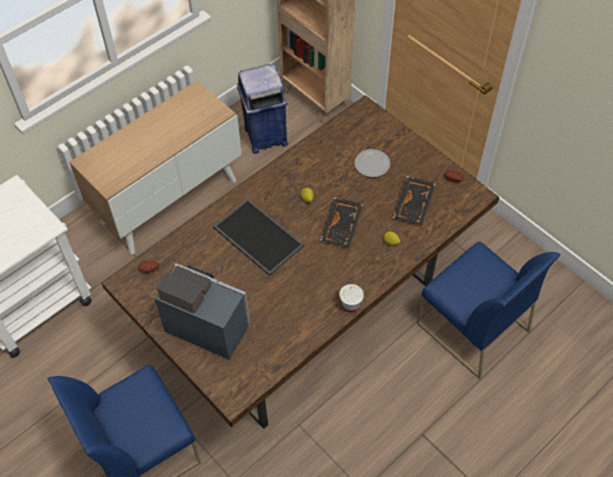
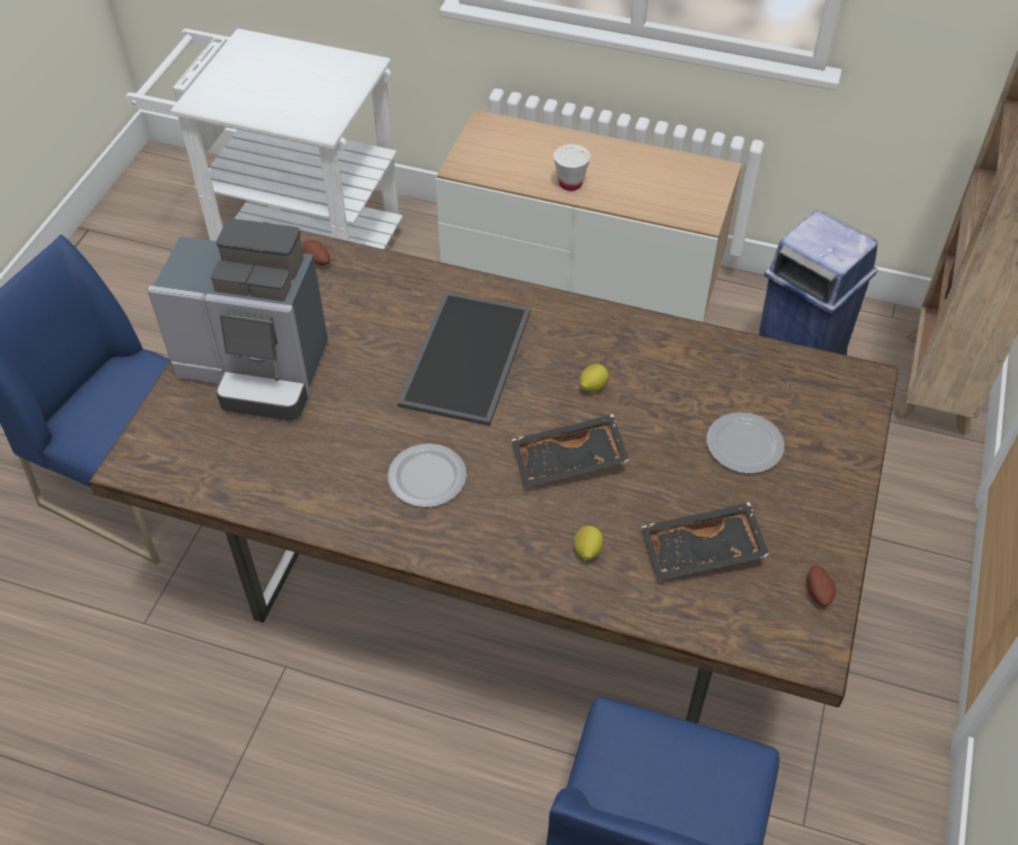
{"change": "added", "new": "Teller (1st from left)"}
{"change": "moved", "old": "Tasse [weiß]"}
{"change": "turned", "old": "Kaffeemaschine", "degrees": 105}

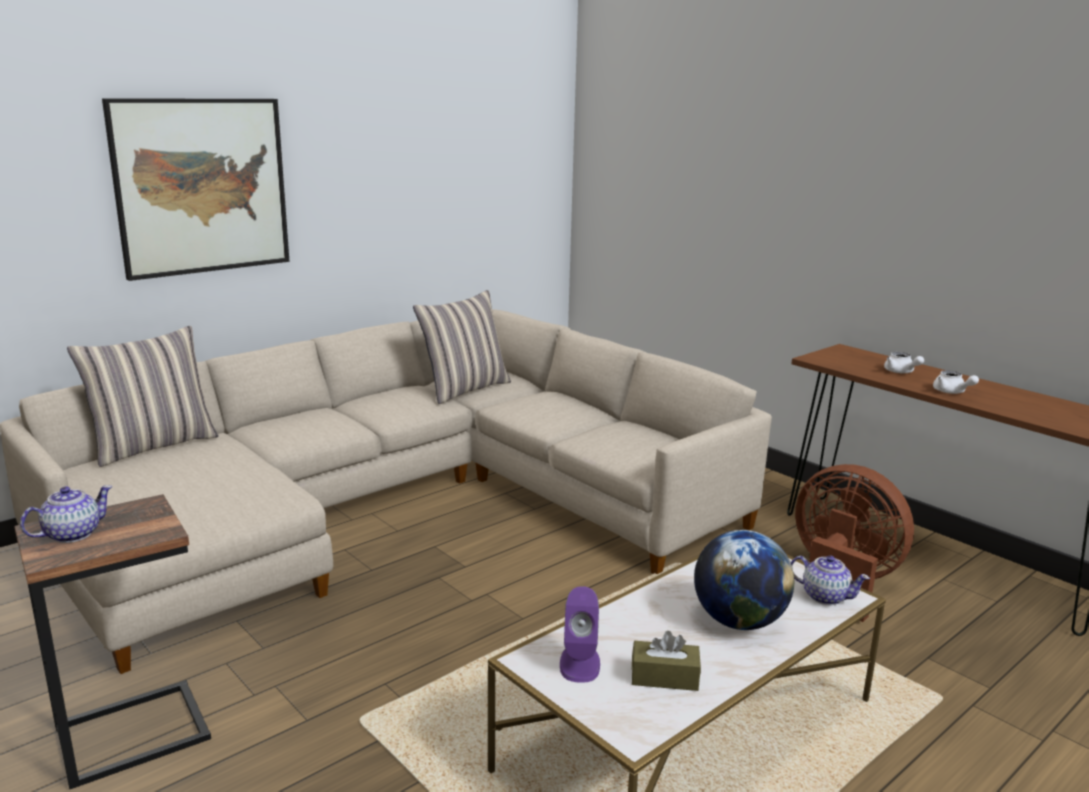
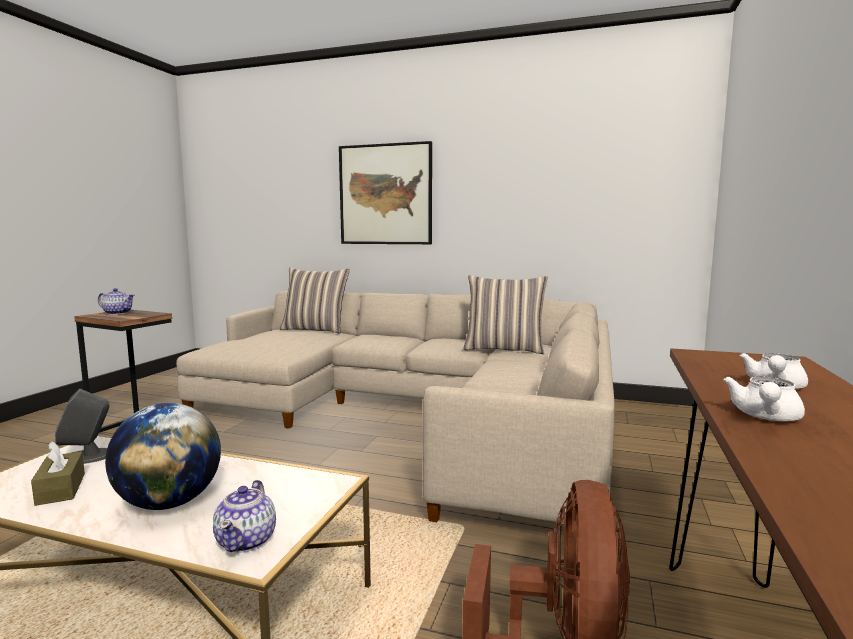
{"change": "recoloured", "old": "Lautsprecher [lila]", "new": "Lautsprecher [grau]"}

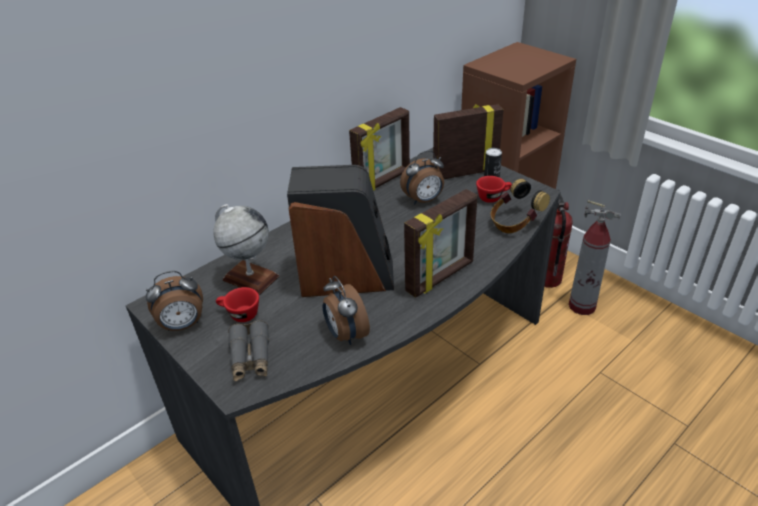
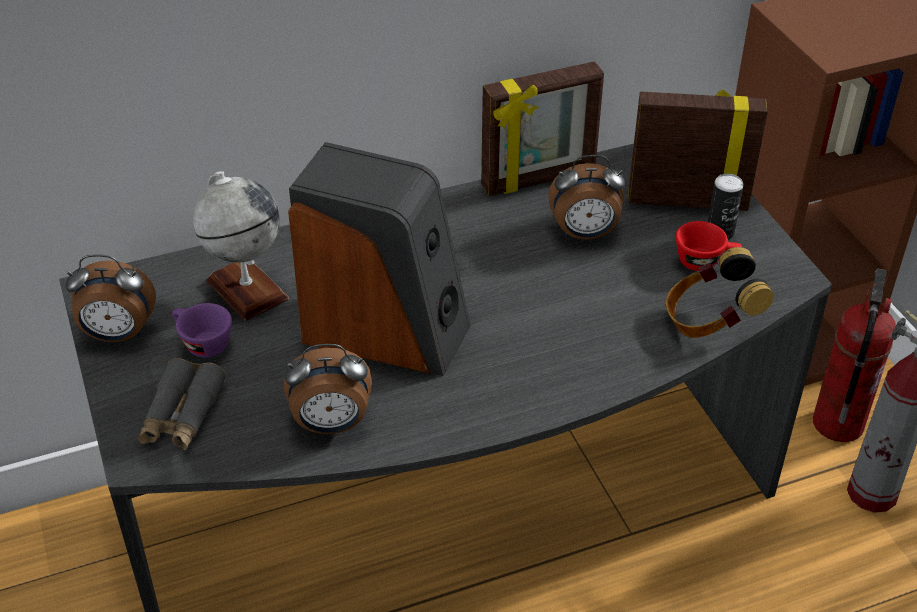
{"change": "removed", "old": "Bilderrahmen (2nd from left)"}
{"change": "recoloured", "old": "Tasse [rot] (1st from left)", "new": "Tasse [lila]"}
{"change": "turned", "old": "Wecker (2nd from left)", "degrees": -90}

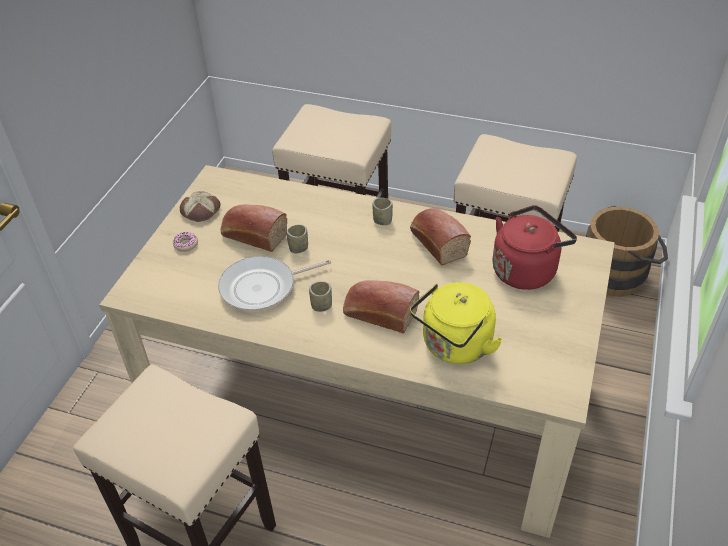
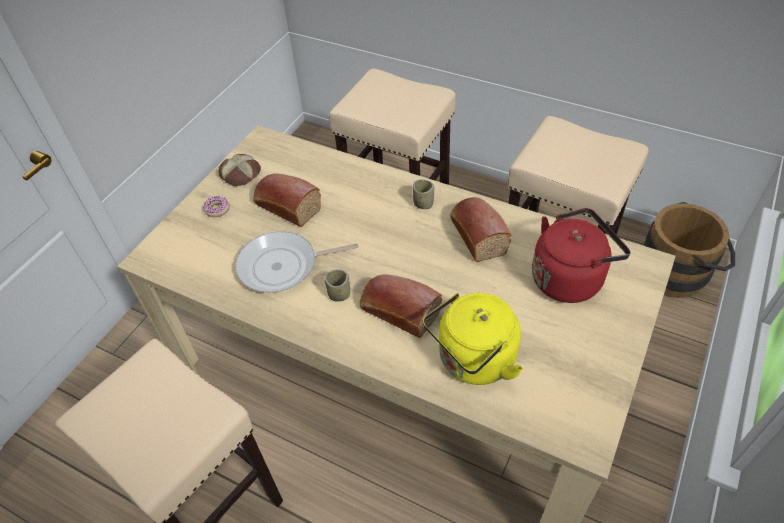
{"change": "removed", "old": "Tasse (1st from left)"}

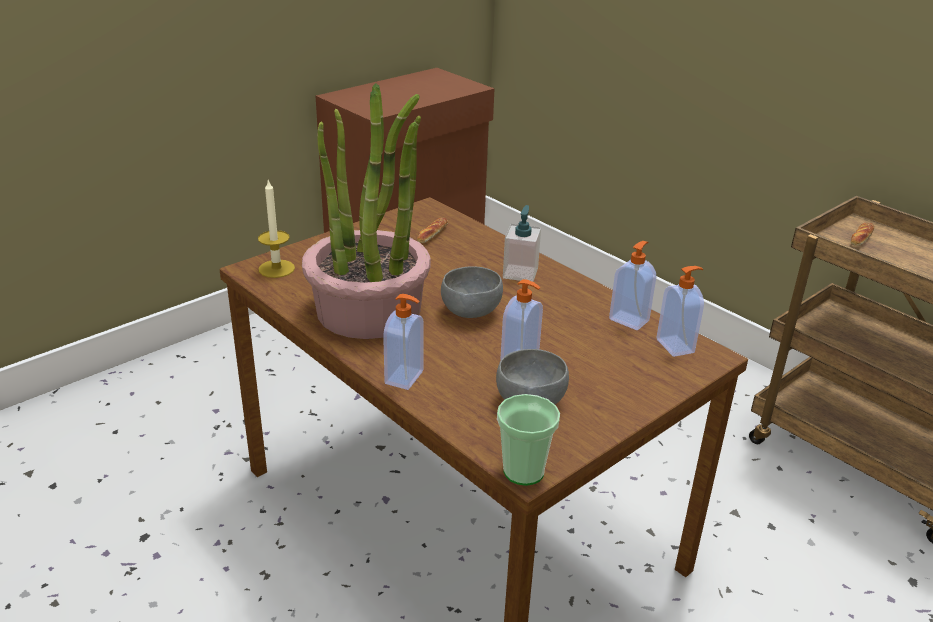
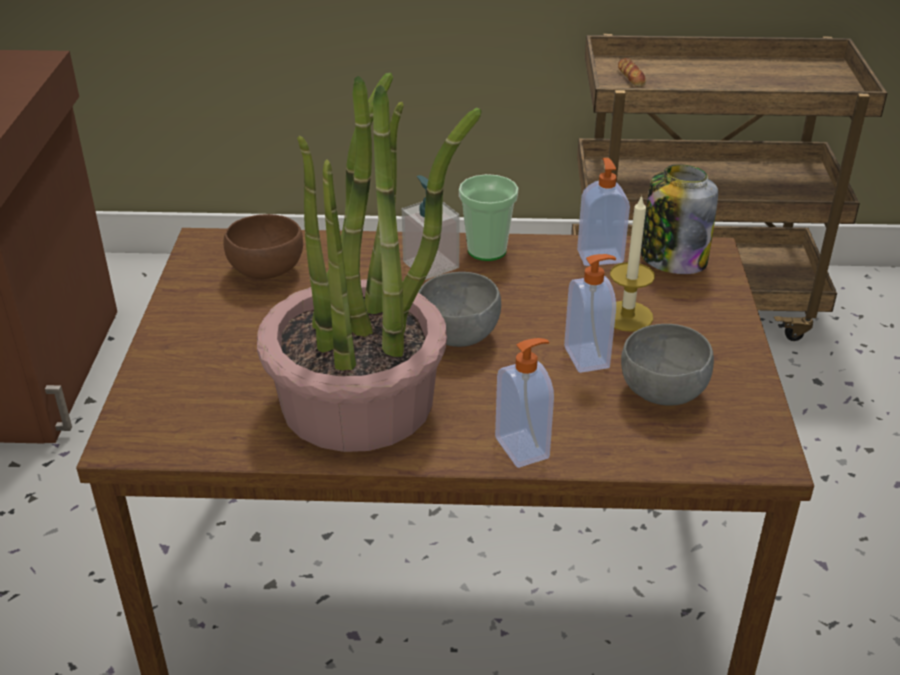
{"change": "moved", "old": "Kerze"}
{"change": "moved", "old": "Tasse"}
{"change": "replaced", "old": "Brot (1st from left)", "new": "Schüssel [braun]"}
{"change": "replaced", "old": "Seifenspender (5th from left)", "new": "Vorratsglas"}

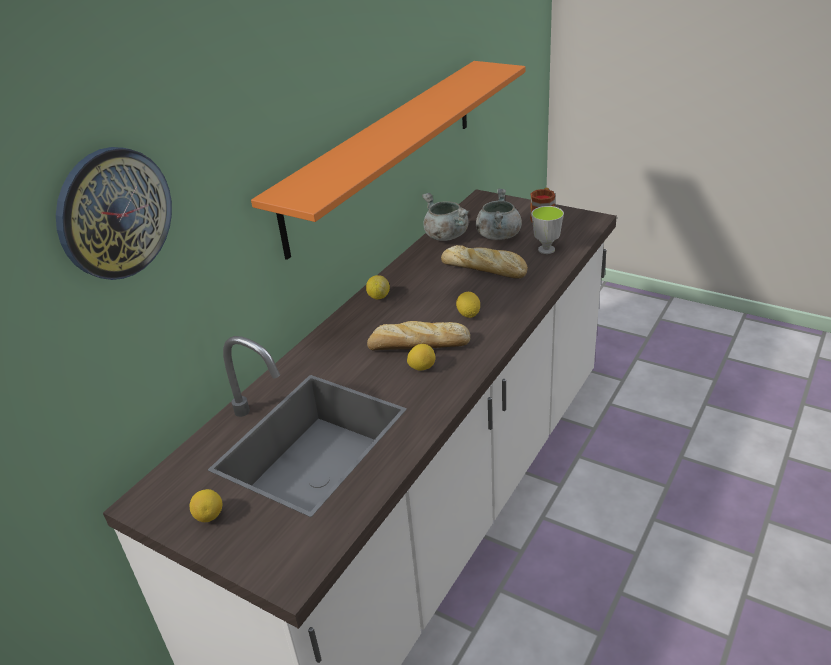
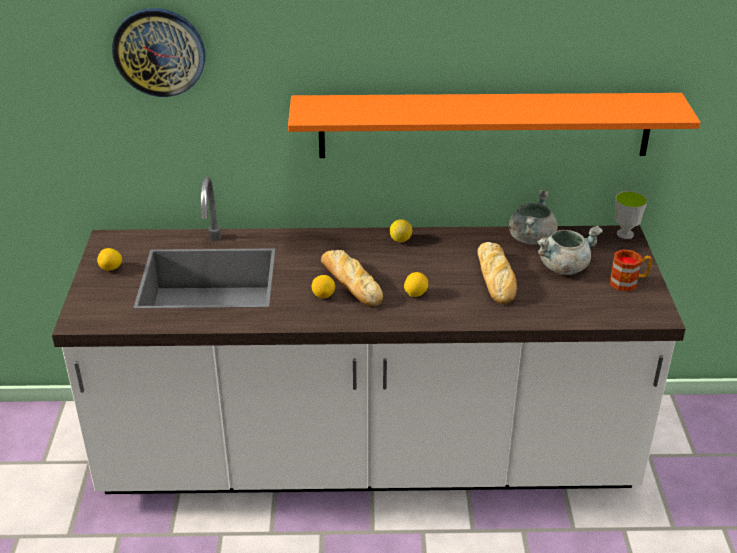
{"change": "moved", "old": "Tasse"}

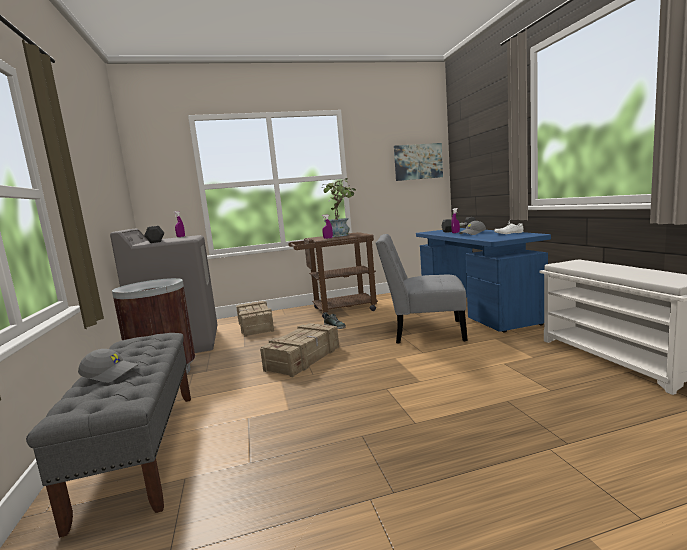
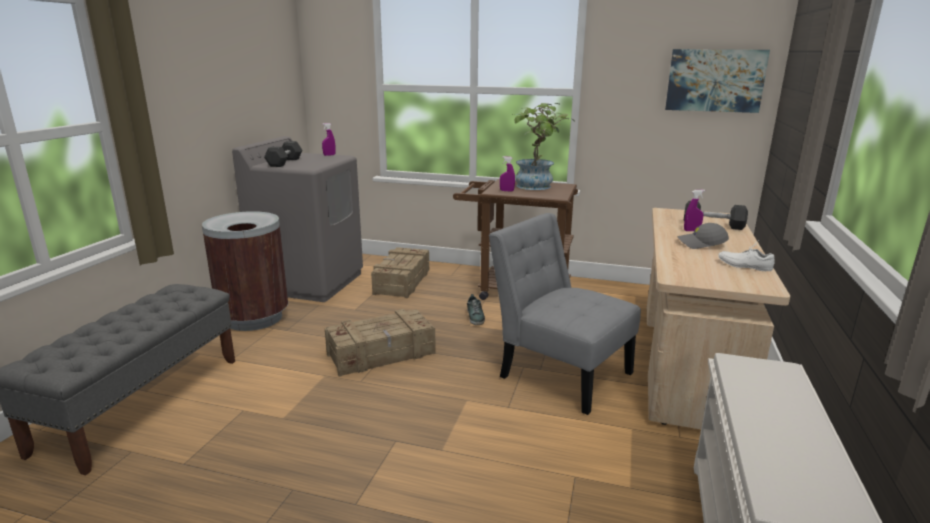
{"change": "removed", "old": "Kappe [grau] (1st from left)"}
{"change": "recoloured", "old": "Schreibtisch [blau]", "new": "Schreibtisch [beige]"}

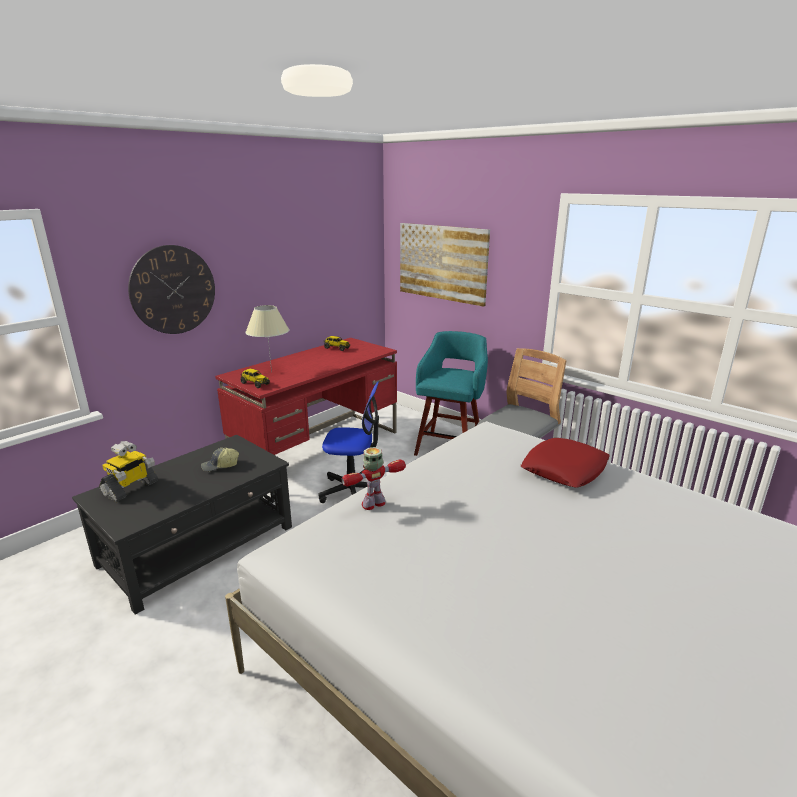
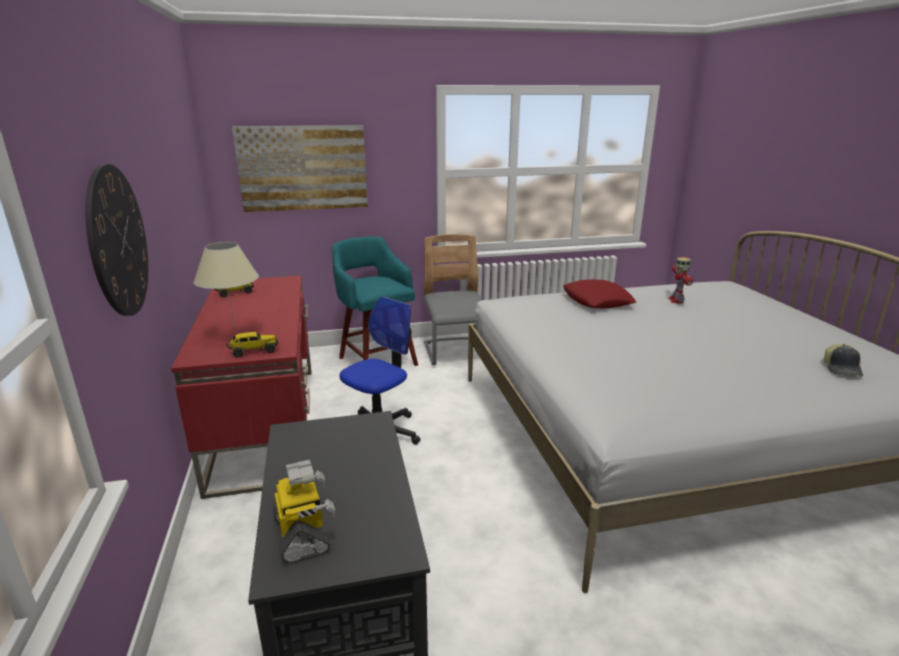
{"change": "moved", "old": "Kappe"}
{"change": "moved", "old": "Spielzeugroboter (2nd from left)"}

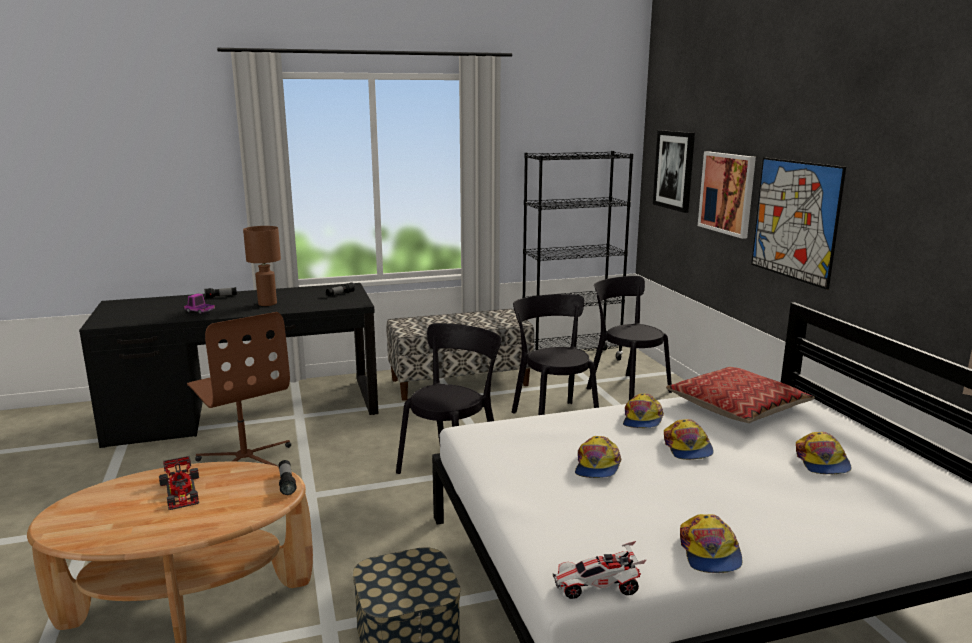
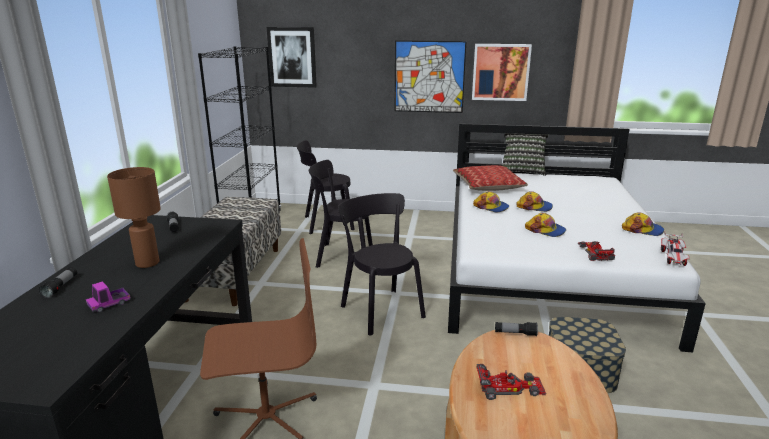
{"change": "removed", "old": "Kappe (5th from left)"}
{"change": "added", "new": "Kissen (2nd from left)"}
{"change": "added", "new": "Spielzeugauto (2nd from left)"}
{"change": "moved", "old": "Bild (2nd from left in the first image)", "new": "Bild (3rd from left)"}

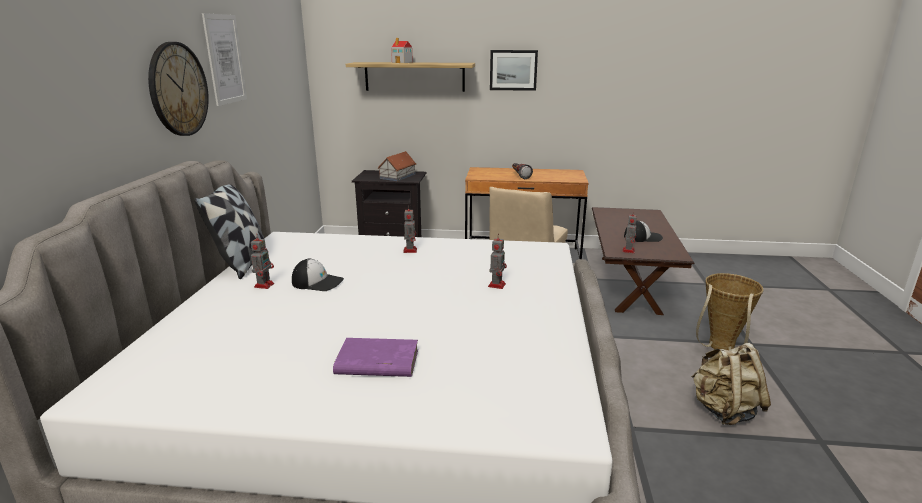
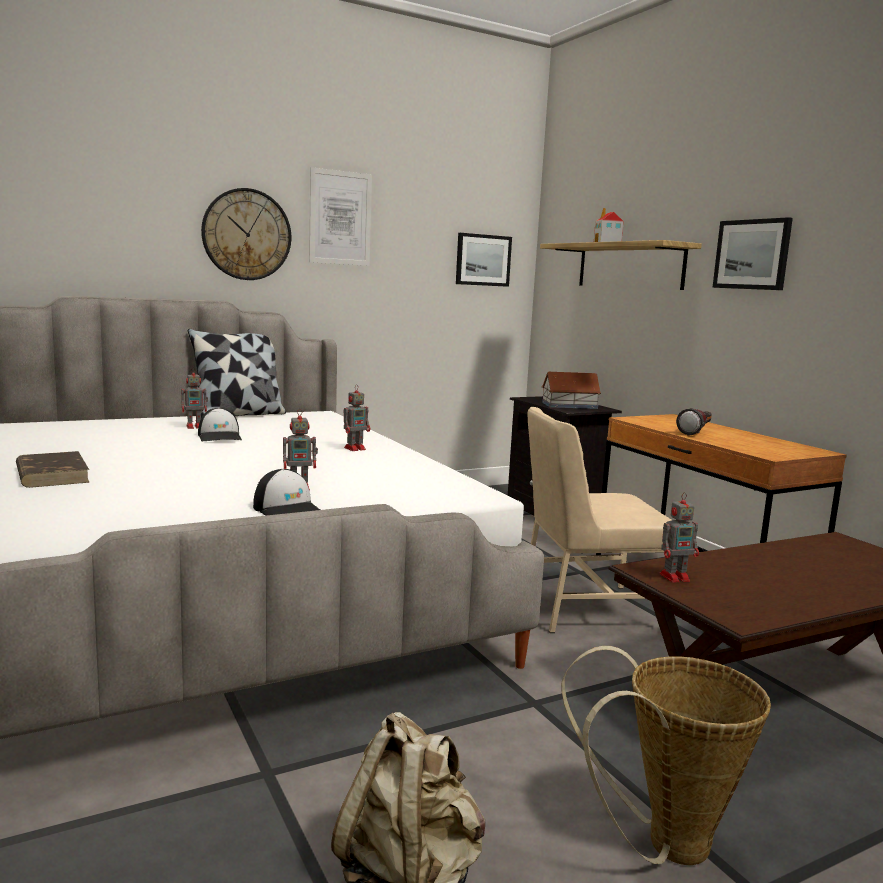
{"change": "added", "new": "Bild (2nd from left)"}
{"change": "moved", "old": "Kappe (2nd from left)"}
{"change": "recoloured", "old": "Buch [lila]", "new": "Buch [braun]"}

